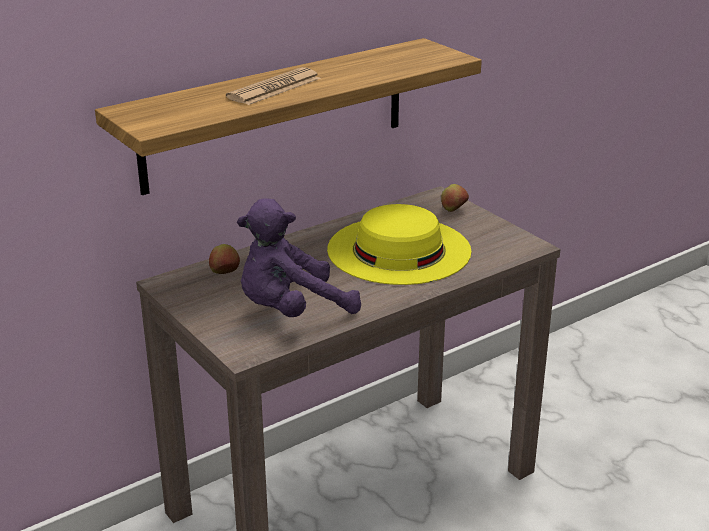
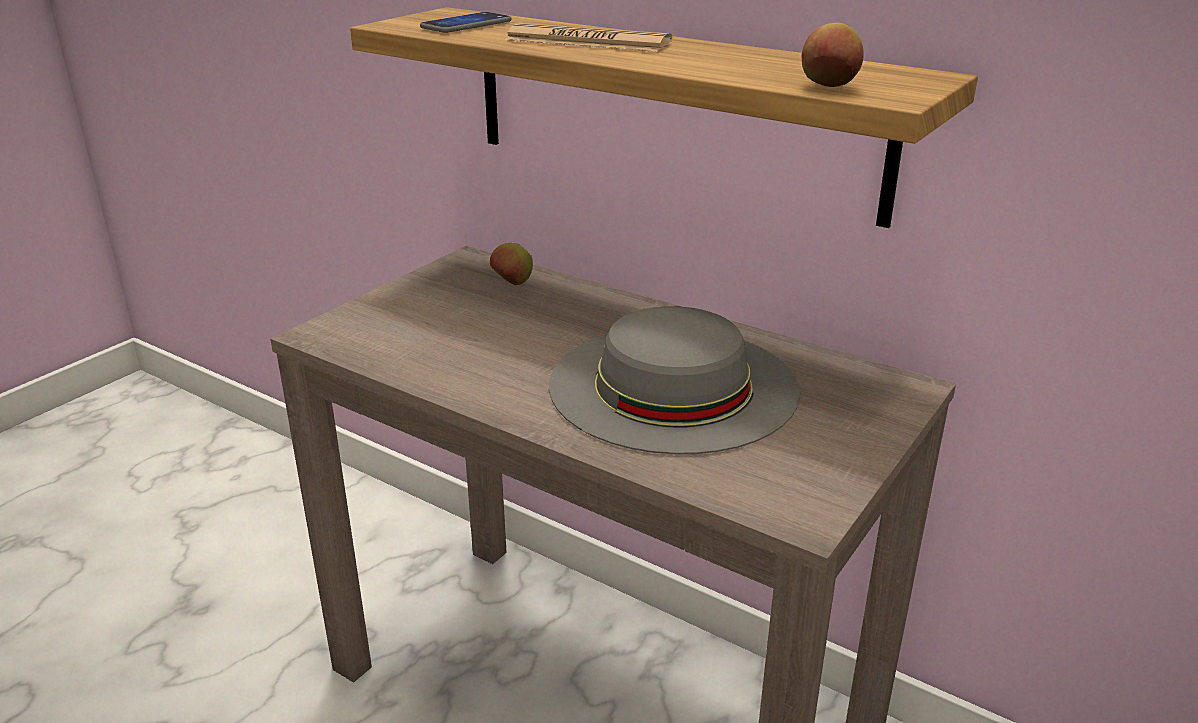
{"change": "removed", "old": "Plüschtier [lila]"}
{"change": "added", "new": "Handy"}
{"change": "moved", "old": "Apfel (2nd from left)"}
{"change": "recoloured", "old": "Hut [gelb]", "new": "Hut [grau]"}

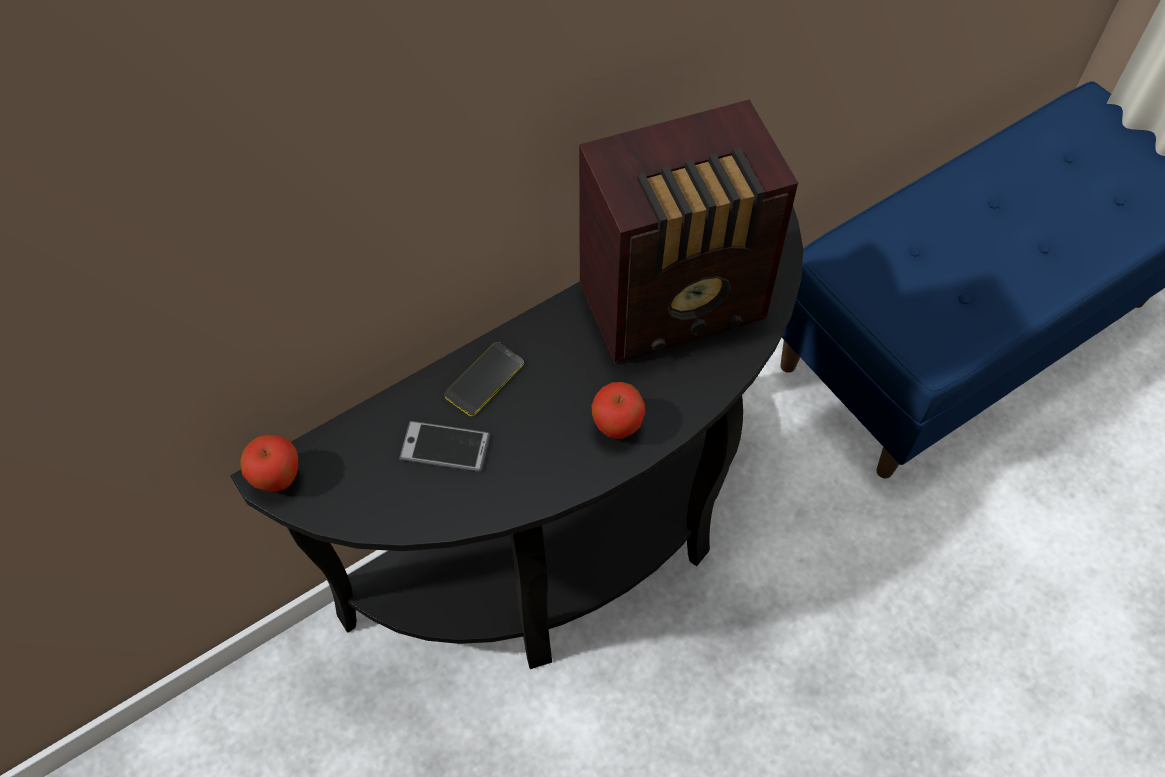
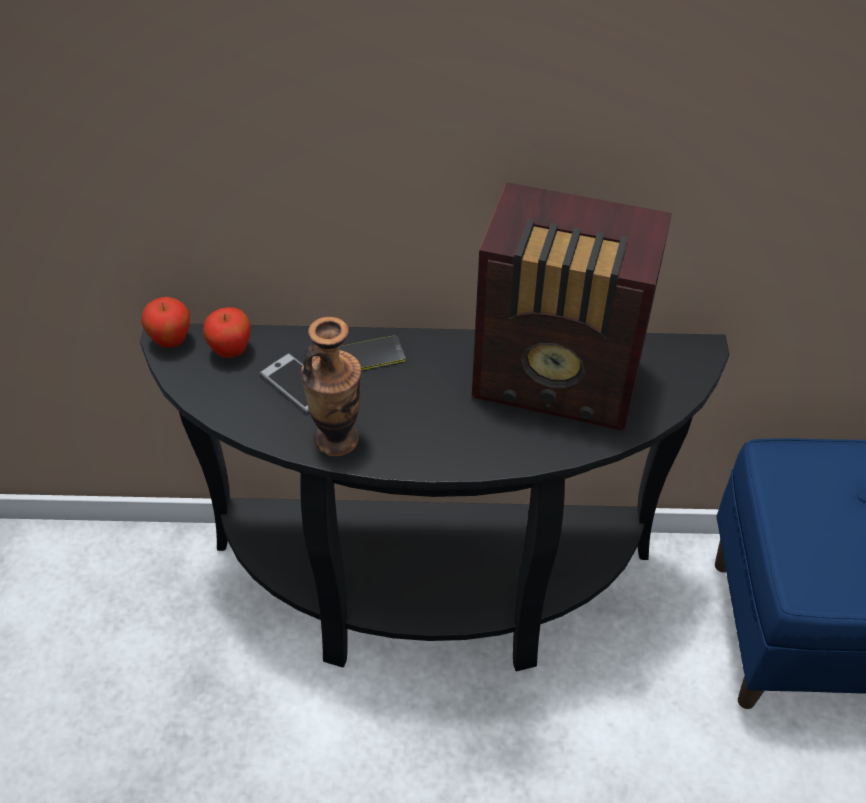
{"change": "added", "new": "Vase"}
{"change": "moved", "old": "Apfel (2nd from left)"}

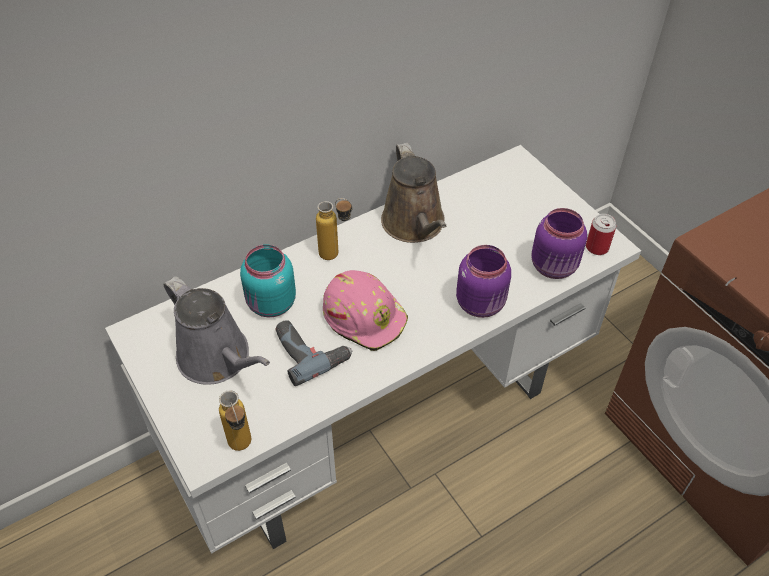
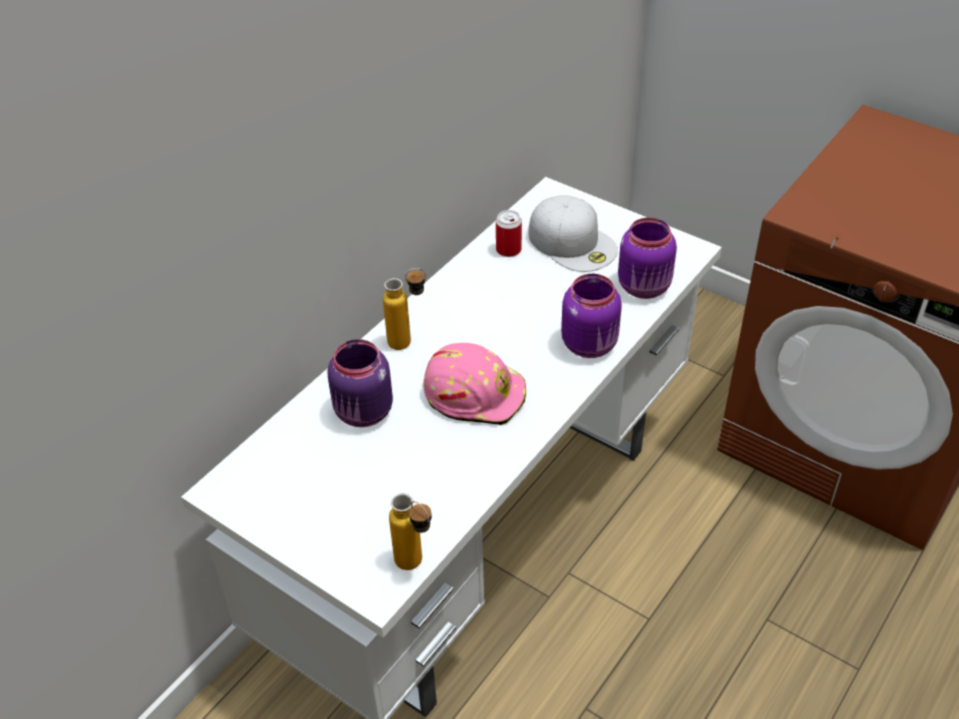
{"change": "removed", "old": "Gießkanne [grau]"}
{"change": "removed", "old": "Bohrmaschine"}
{"change": "removed", "old": "Gießkanne [braun]"}
{"change": "added", "new": "Kappe [weiß]"}
{"change": "moved", "old": "Dose"}
{"change": "recoloured", "old": "Vorratsglas [türkis]", "new": "Vorratsglas [lila] (1st from left)"}

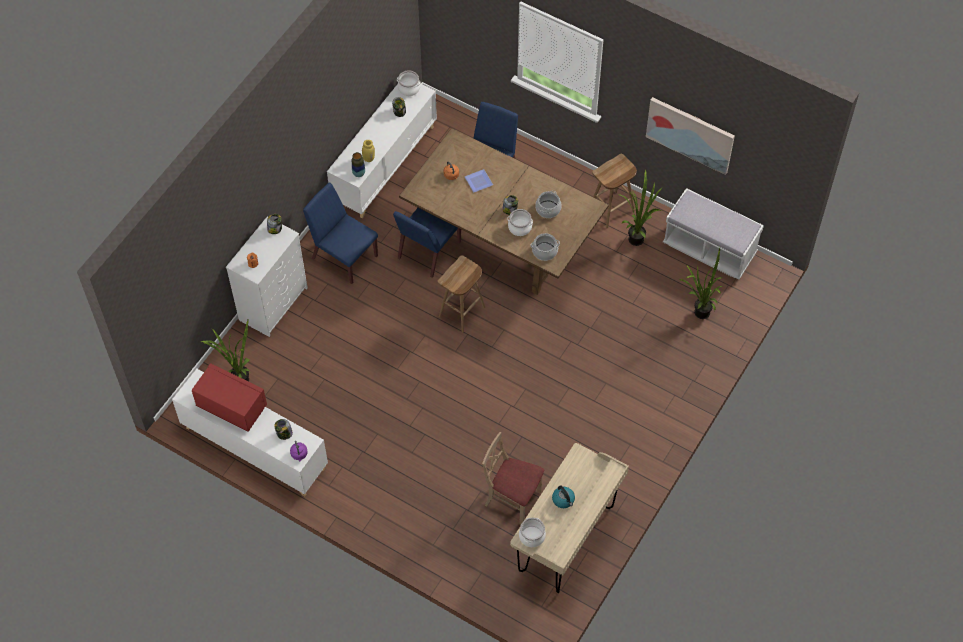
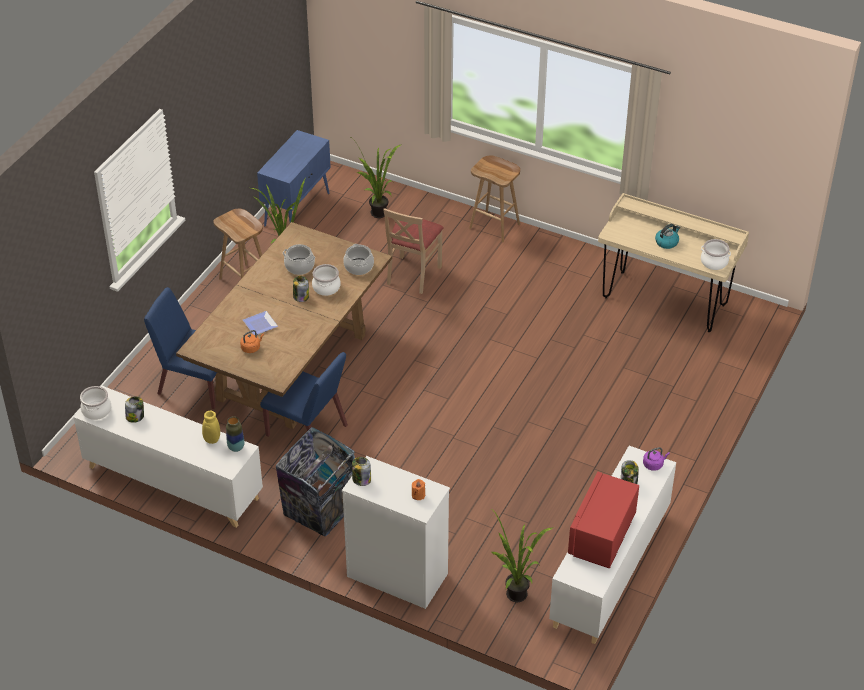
{"change": "removed", "old": "Bild"}
{"change": "moved", "old": "Hocker [braun] (1st from left in the first image)", "new": "Hocker [braun] (2nd from left)"}
{"change": "moved", "old": "Stuhl [beige]"}
{"change": "replaced", "old": "Stuhl [blau] (1st from left)", "new": "Mülleimer"}
{"change": "replaced", "old": "Bank [weiß]", "new": "Schrank [blau]"}

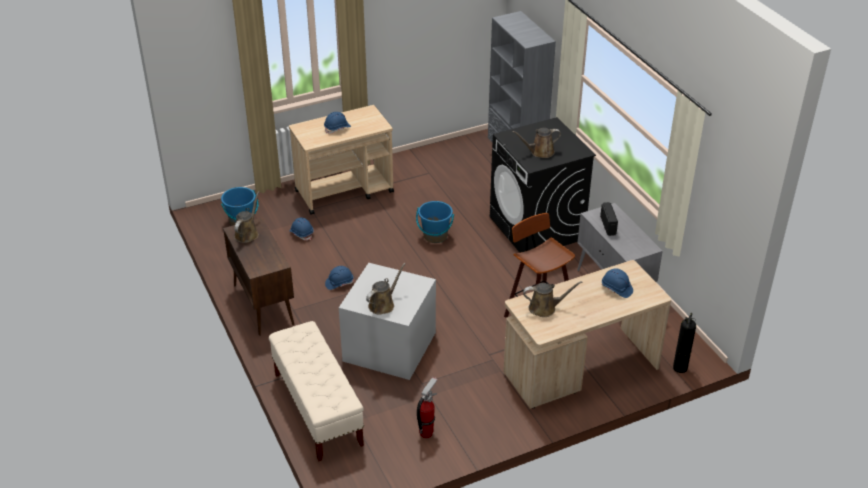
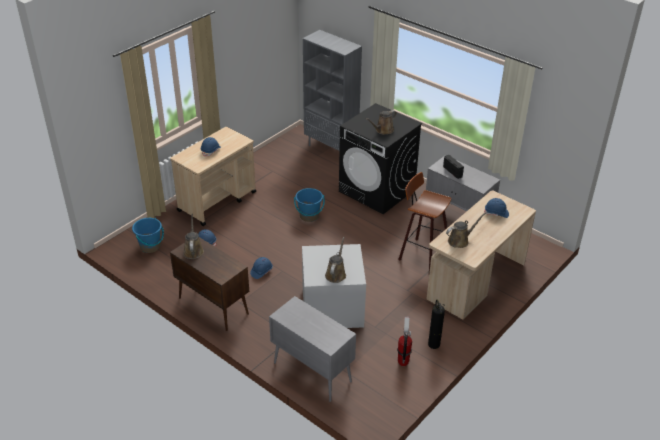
{"change": "moved", "old": "Feuerlöscher (2nd from left)"}
{"change": "replaced", "old": "Bank [beige]", "new": "Schrank [grau] (1st from left)"}

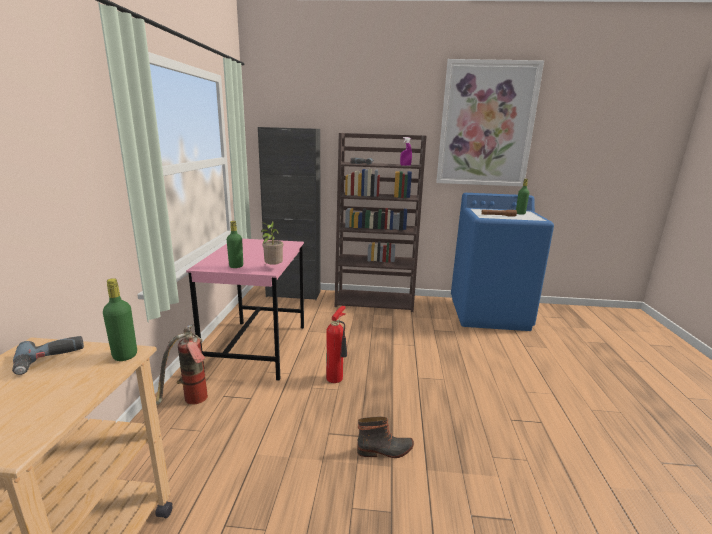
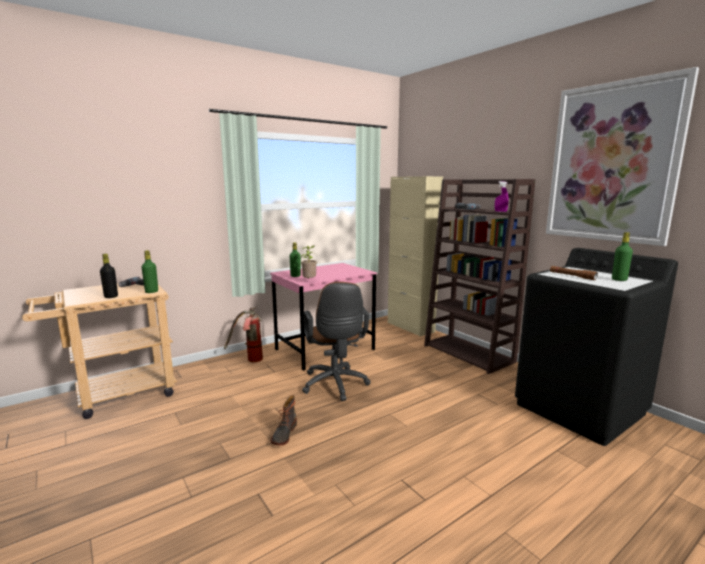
{"change": "added", "new": "Flasche [schwarz]"}
{"change": "replaced", "old": "Feuerlöscher (2nd from left)", "new": "Bürostuhl [braun]"}
{"change": "recoloured", "old": "Schrank [schwarz]", "new": "Schrank [beige]"}
{"change": "recoloured", "old": "Waschmaschine [blau]", "new": "Waschmaschine [schwarz]"}
{"change": "turned", "old": "Stiefel", "degrees": 60}

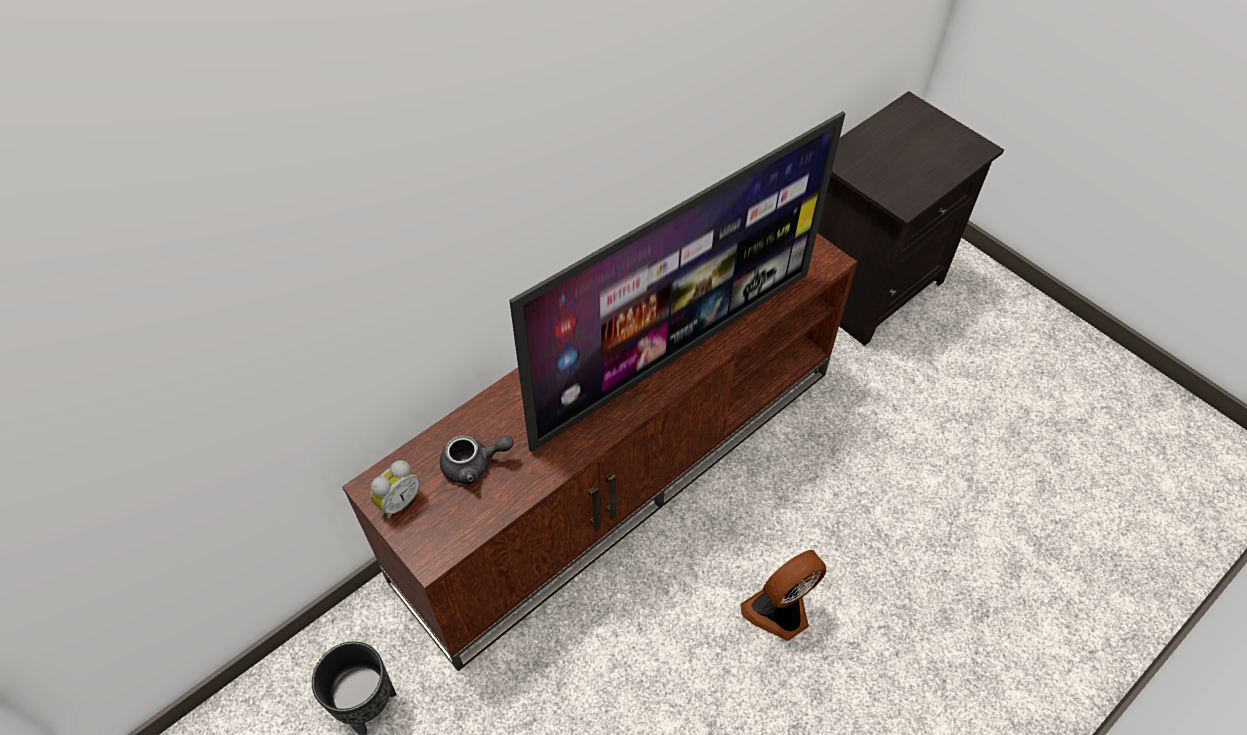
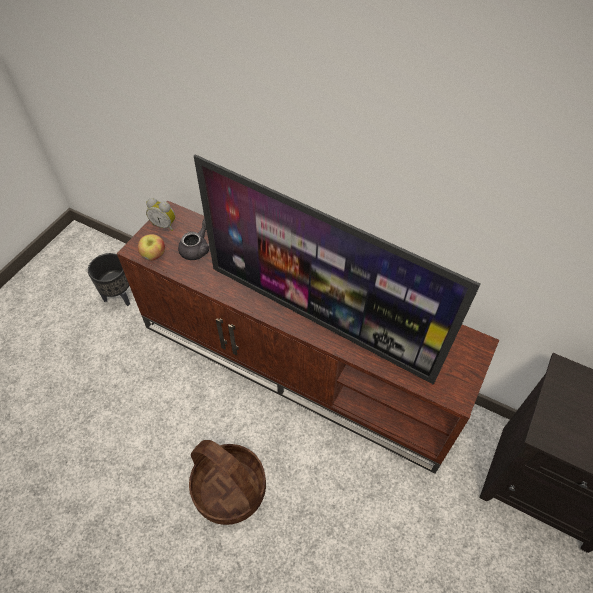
{"change": "added", "new": "Apfel"}
{"change": "replaced", "old": "Ventilator", "new": "Korb"}
{"change": "turned", "old": "Teekanne [grau]", "degrees": -120}

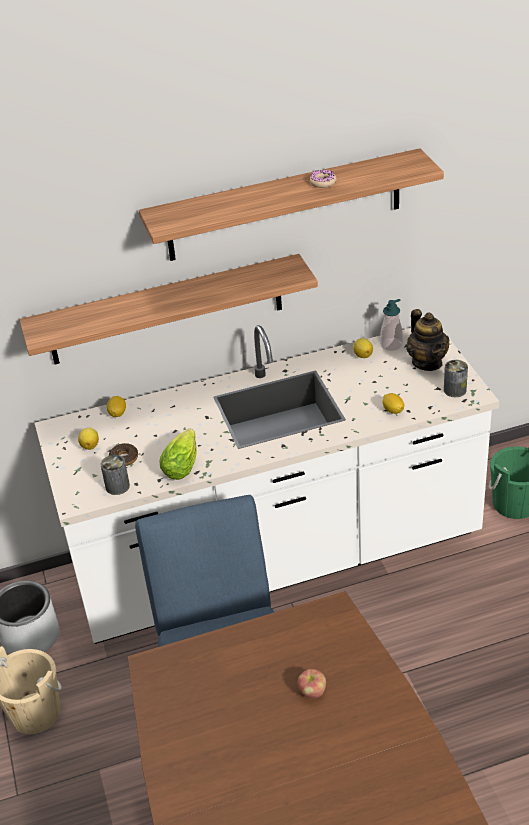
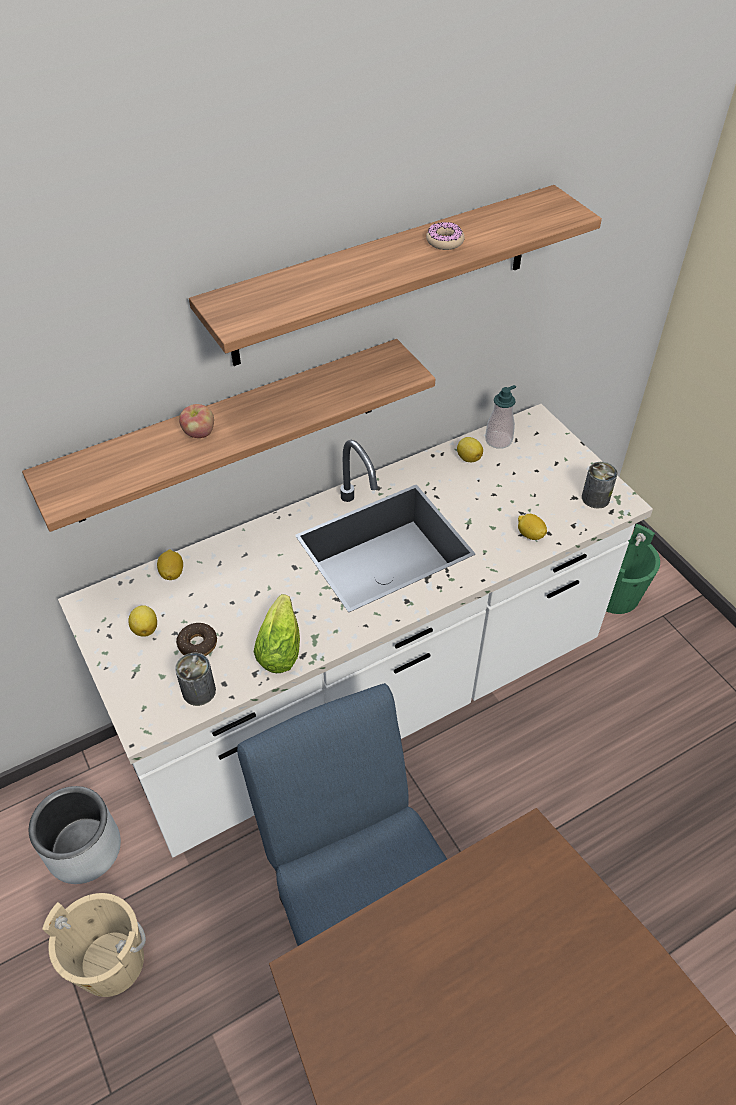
{"change": "removed", "old": "Teekanne"}
{"change": "moved", "old": "Apfel"}

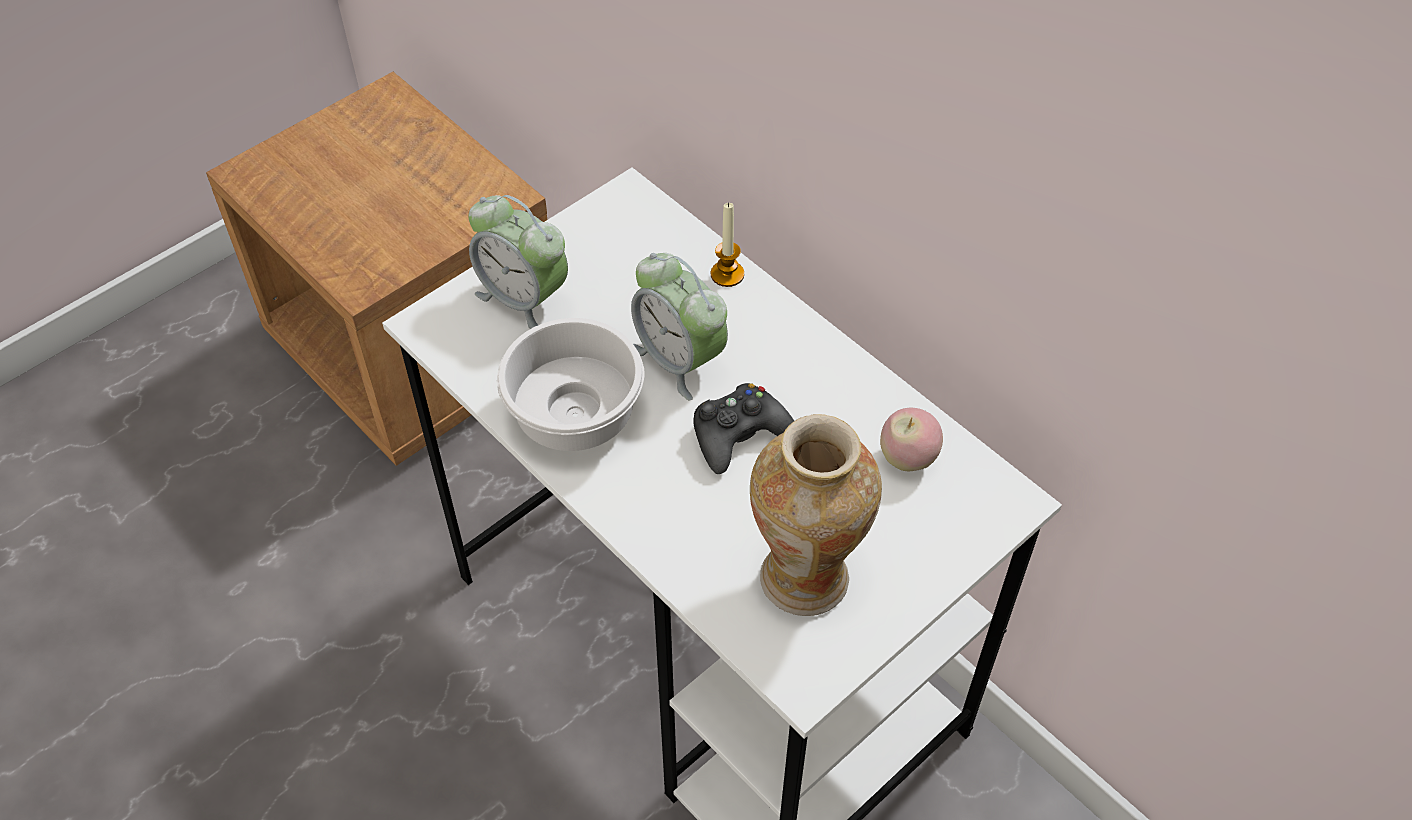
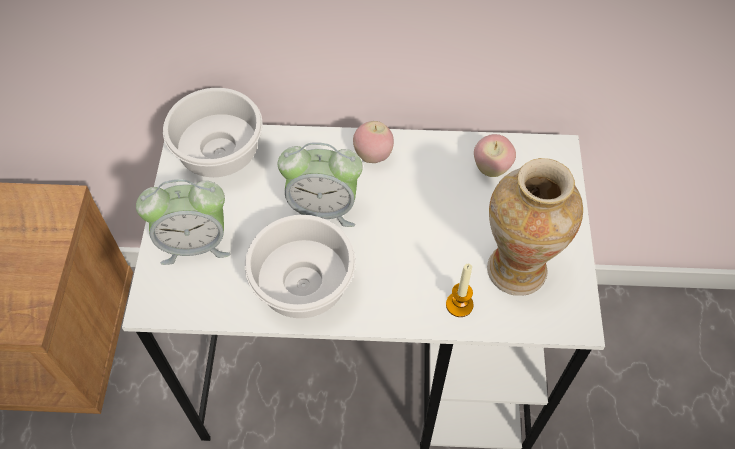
{"change": "removed", "old": "Gamepad [schwarz]"}
{"change": "added", "new": "Schüssel [weiß] (1st from left)"}
{"change": "added", "new": "Apfel (1st from left)"}
{"change": "moved", "old": "Kerze"}

